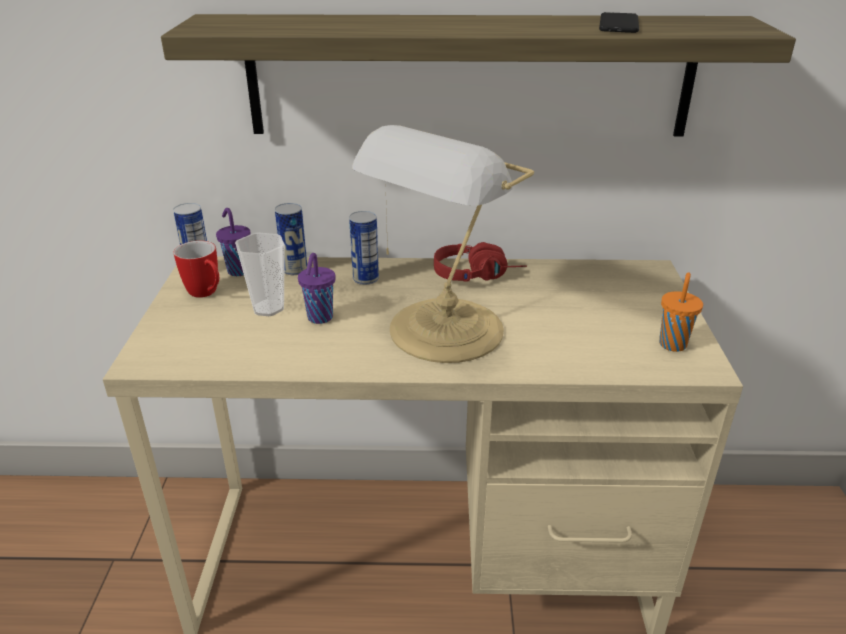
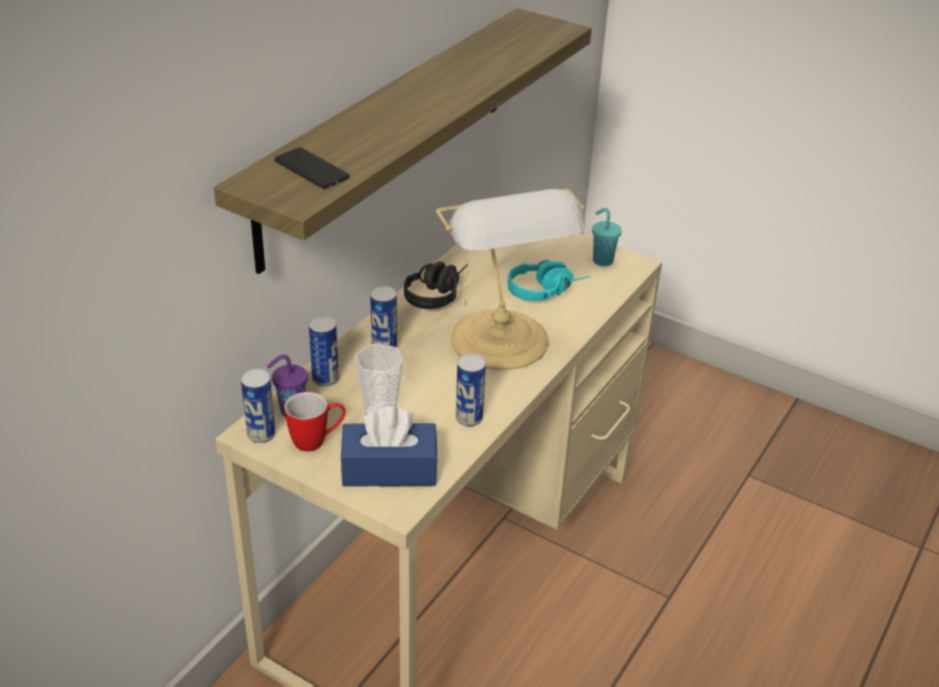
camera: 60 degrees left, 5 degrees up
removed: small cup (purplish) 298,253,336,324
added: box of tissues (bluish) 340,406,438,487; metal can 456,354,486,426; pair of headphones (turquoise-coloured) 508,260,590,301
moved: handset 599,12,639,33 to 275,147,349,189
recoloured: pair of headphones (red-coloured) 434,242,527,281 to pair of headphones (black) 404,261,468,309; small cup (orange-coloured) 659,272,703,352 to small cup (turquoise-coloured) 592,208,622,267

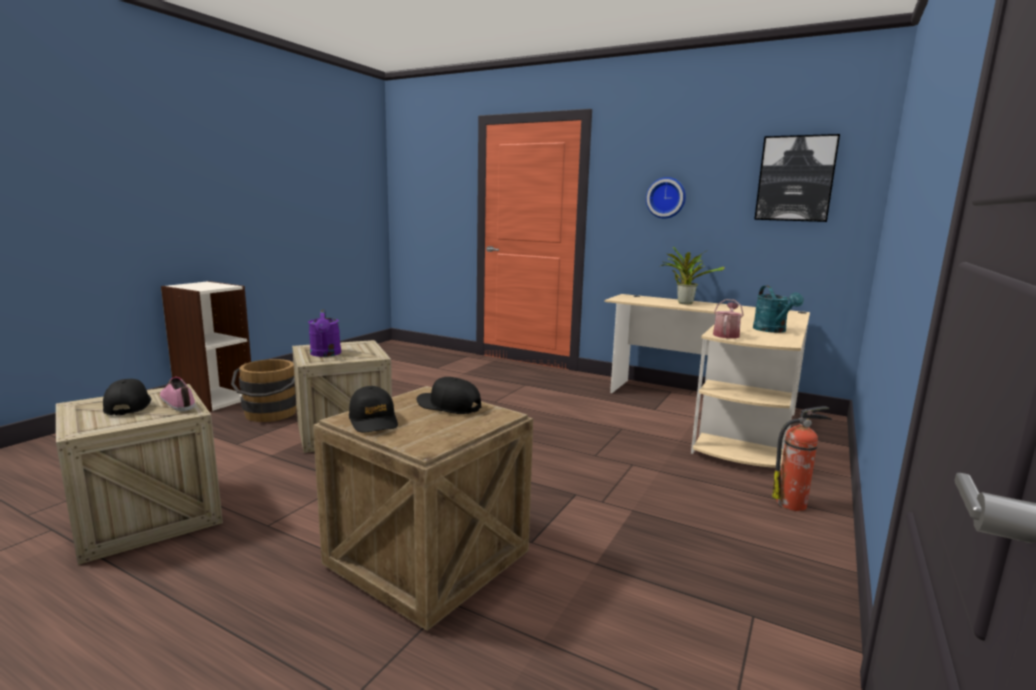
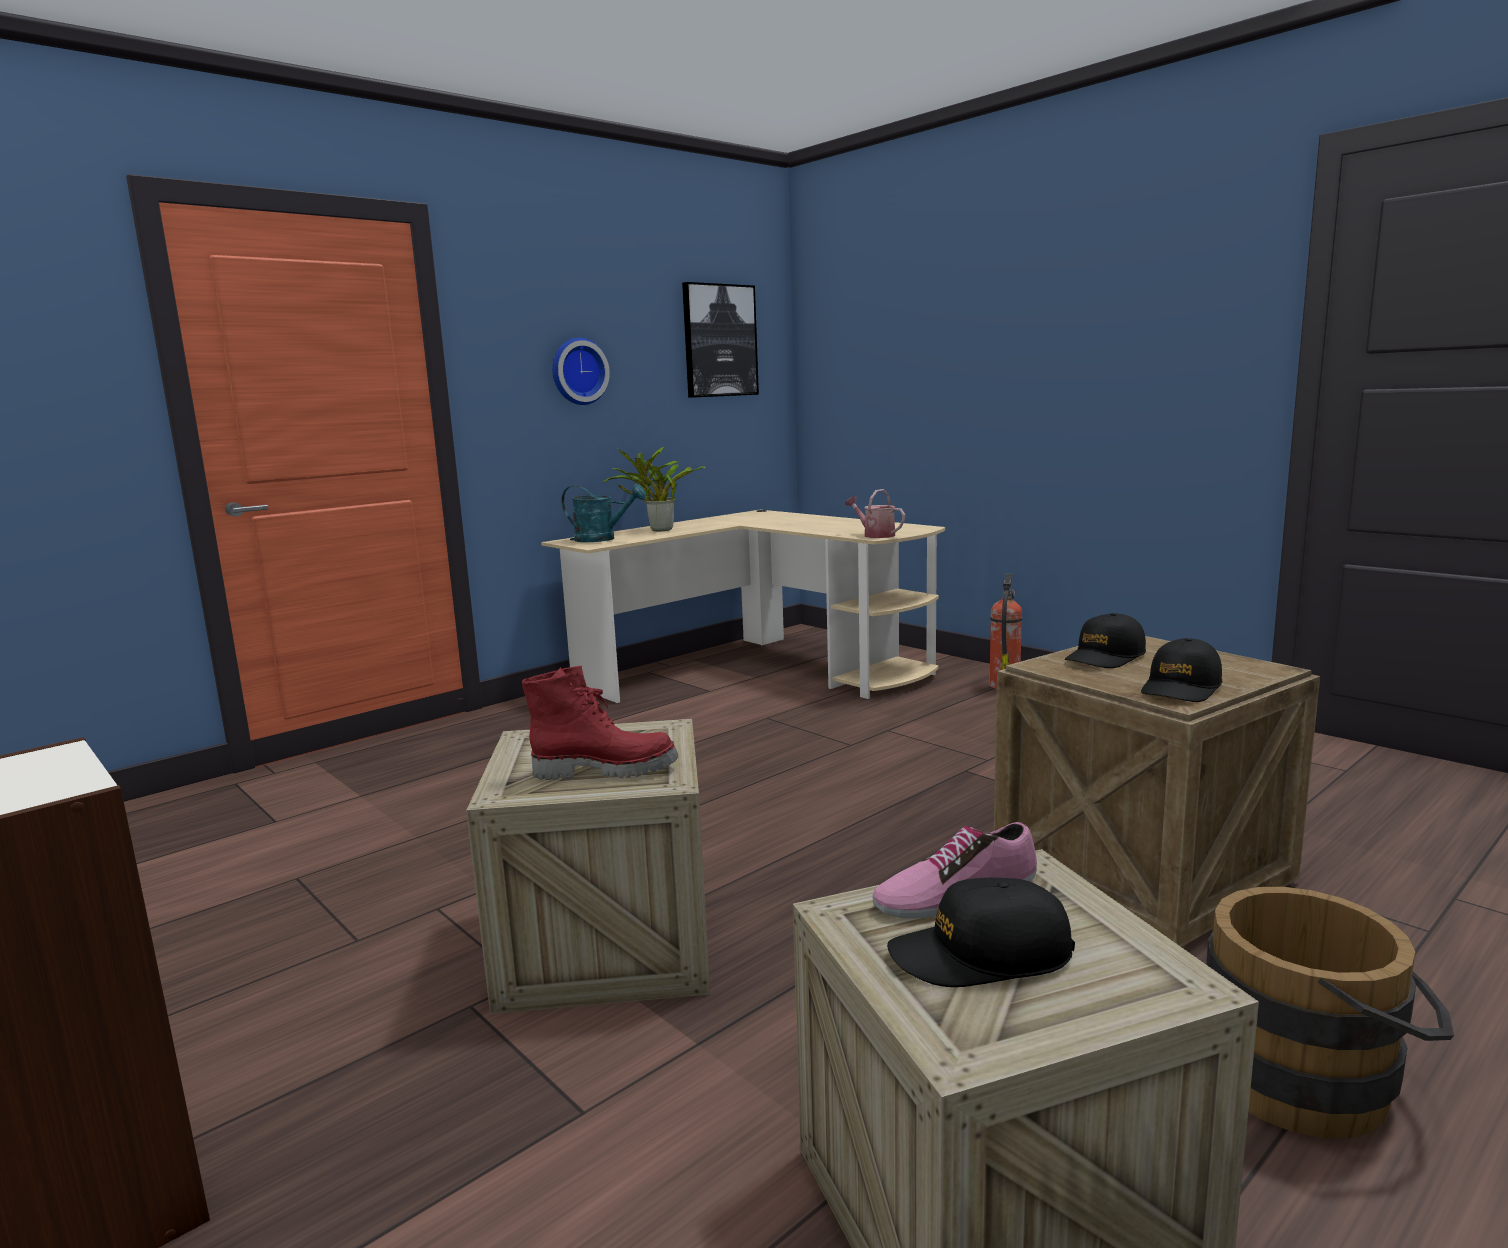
camera: 70 degrees left, 0 degrees up
moved: water bucket (brown) 231,359,297,422 to 1206,887,1454,1138; watering pot (turquoise-coloured) 753,286,804,333 to 561,484,646,542
replaced: watering pot (purplish) 308,309,341,357 to boot (red-coloured) 522,666,678,780
turned: cap (black) 349,386,398,432 = 1141,638,1222,702 135 degrees clockwise

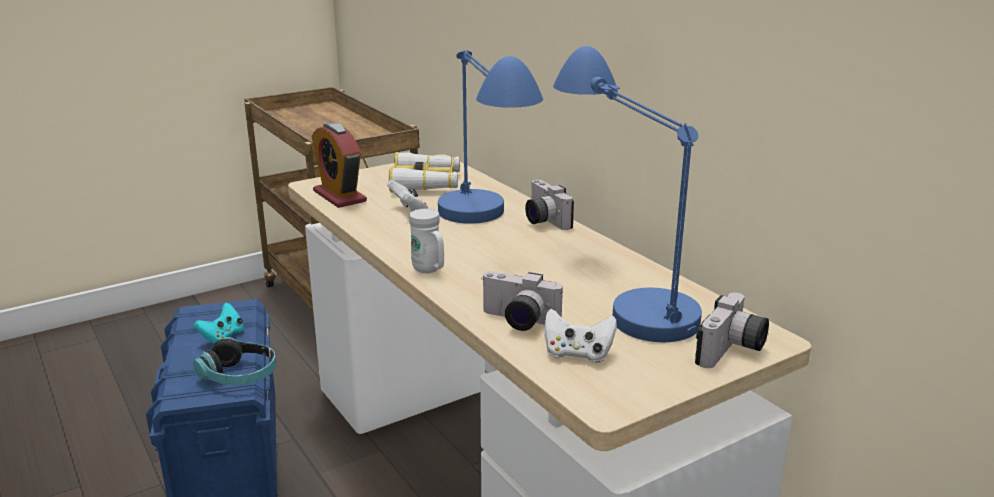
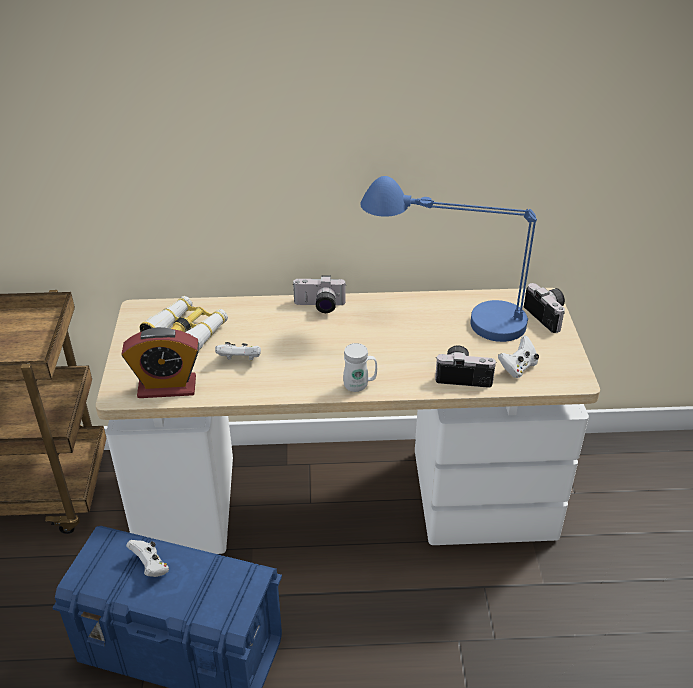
camera: 60 degrees left, 15 degrees up
removed: pair of headphones 193,337,276,386; lamp for a table (bluish) 438,50,543,224
recoloured: game controller (turquoise-coloured) 194,303,243,344 to game controller (white-coloured) 126,540,169,577
turned: still camera 481,271,563,331 = 435,346,496,388 135 degrees counterclockwise

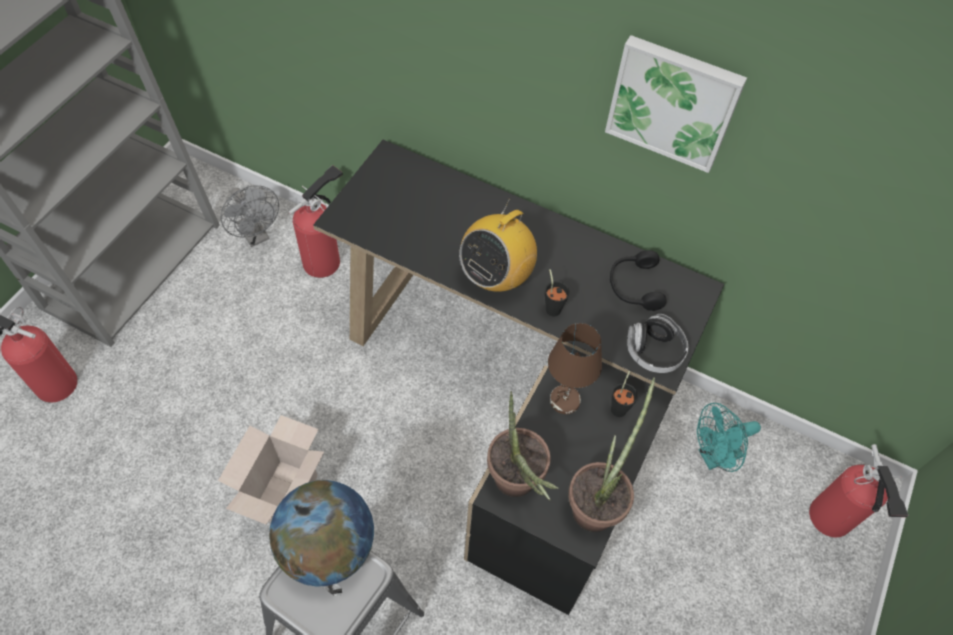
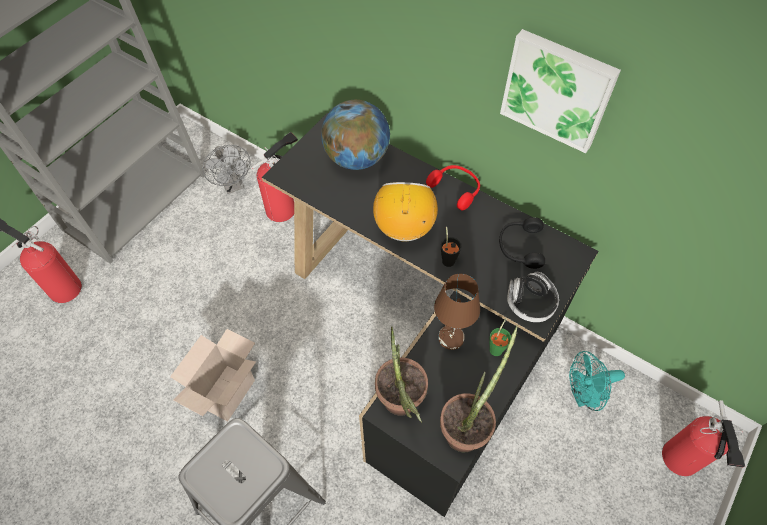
camera: 10 degrees right, 0 degrees up
added: pair of headphones (red-coloured) 426,165,480,210
moved: desk globe 269,480,374,587 to 321,100,390,170
recoloured: small cup (black) 611,371,638,417 to small cup (green-coloured) 489,318,511,356
turned: radio receiver 459,198,537,292 = 373,182,438,242 135 degrees clockwise

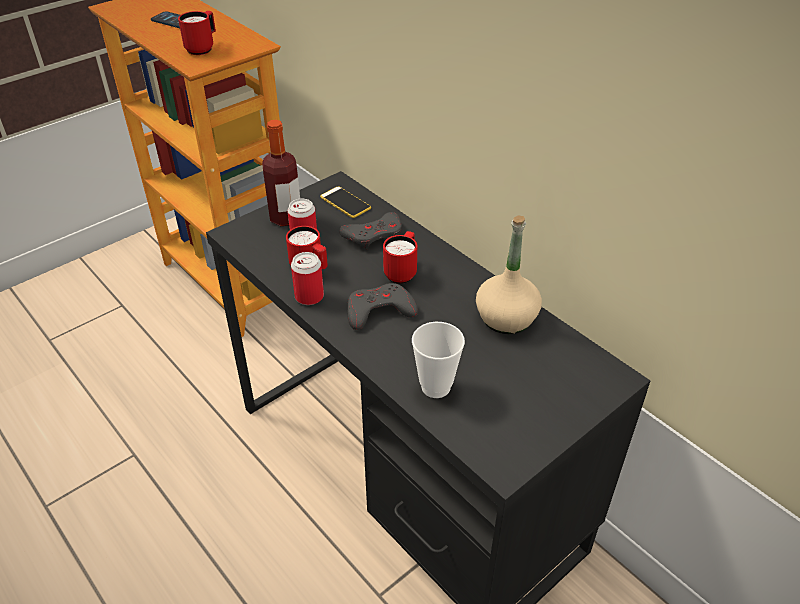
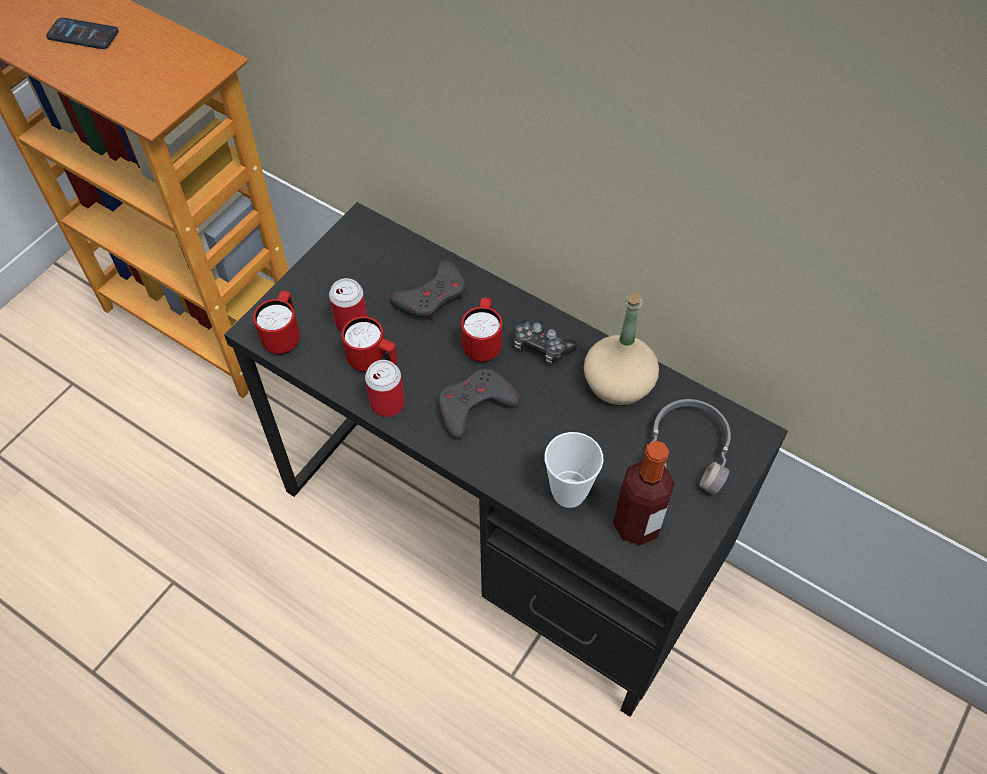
camera: 15 degrees left, 15 degrees up
removed: handset 320,187,371,218
added: game controller 514,320,577,364; pair of headphones (gray) 651,399,731,495
moved: tea mug (red-coloured) 178,11,216,55 to 253,291,300,355; drink bottle 262,120,300,226 to 613,441,675,546

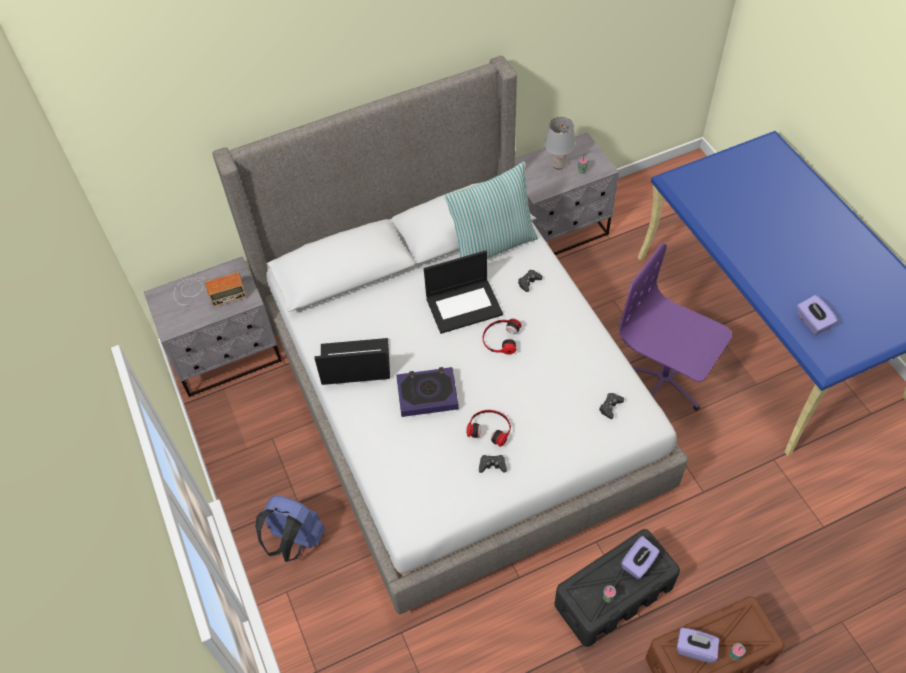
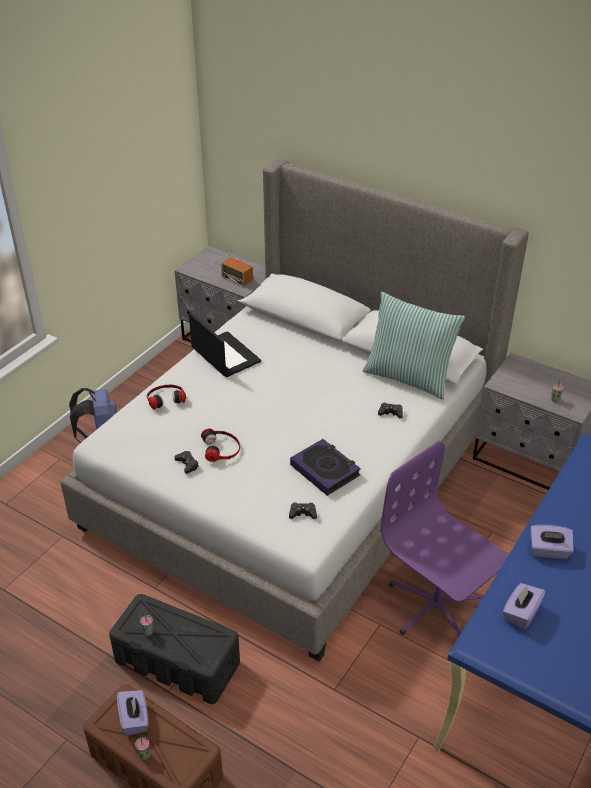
camera: 55 degrees right, 15 degrees down
removed: portable computer 424,250,503,334; lamp for a table (gray) 545,117,575,169
moved: volume 396,367,459,417 to 290,439,361,496; pair of headphones 482,319,522,355 to 147,385,186,409; box of tissues (purplish) 621,536,660,579 to 530,525,574,559
turned: office chair (purplish) 619,243,732,411 = 381,441,508,636 45 degrees counterclockwise

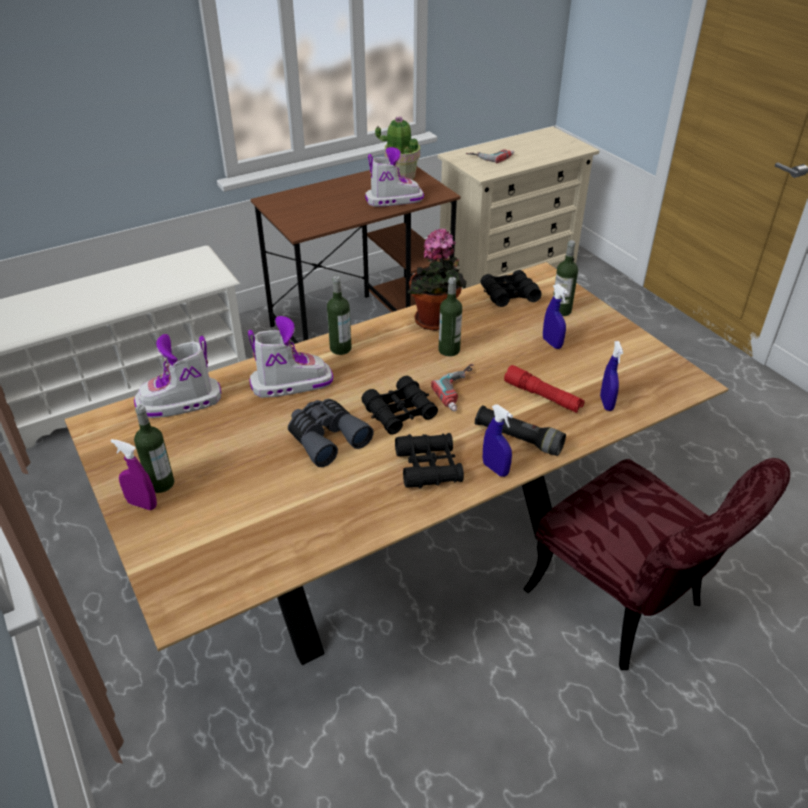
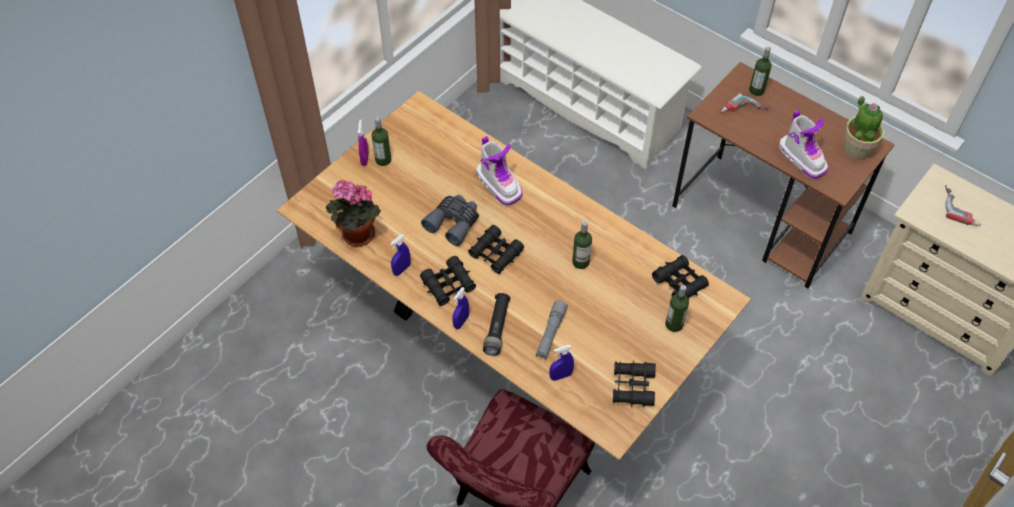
camera: 70 degrees right, 15 degrees up
removed: boot 134,334,221,418
added: pair of binoculars (black) 613,361,656,407
moved: drink bottle 327,276,352,355 to 749,47,772,96; plant in a pot 408,229,467,331 to 326,179,381,246; power drill 431,364,474,411 to 721,93,773,113; spray bottle (bluish) 543,284,569,349 to 390,235,411,276
recoloured: hand torch (red-coloured) 504,365,584,413 to hand torch (gray) 536,300,568,360

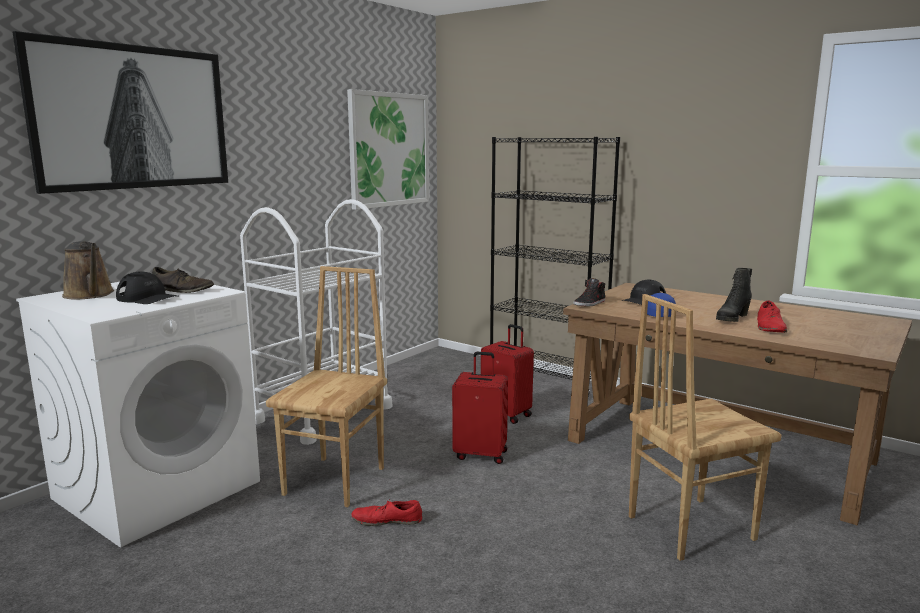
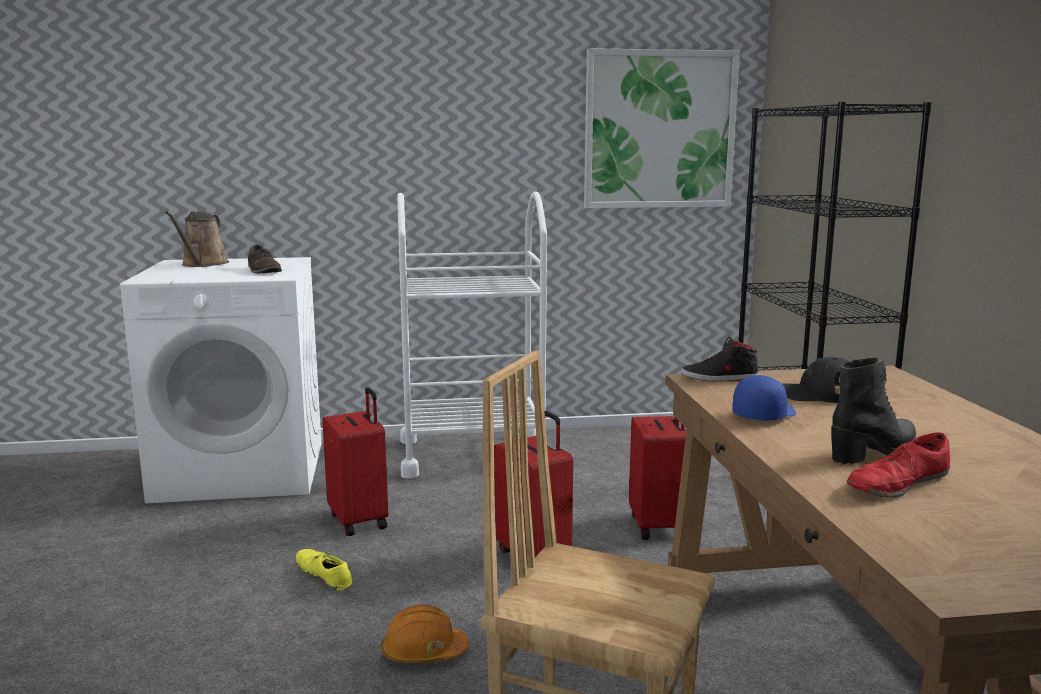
camera: 45 degrees right, 0 degrees up
removed: picture 13,31,228,194; cap (black) 116,272,179,304
added: hard hat (orange-coloured) 381,605,469,663
replaced: chair (brown) 266,266,387,507 to travel case (red-coloured) 322,388,388,536
recoloured: shoe (red-coloured) 351,499,422,526 to shoe (yellowish) 295,549,352,591
turned: boot (black) 716,268,752,322 = 831,357,916,464 150 degrees clockwise

